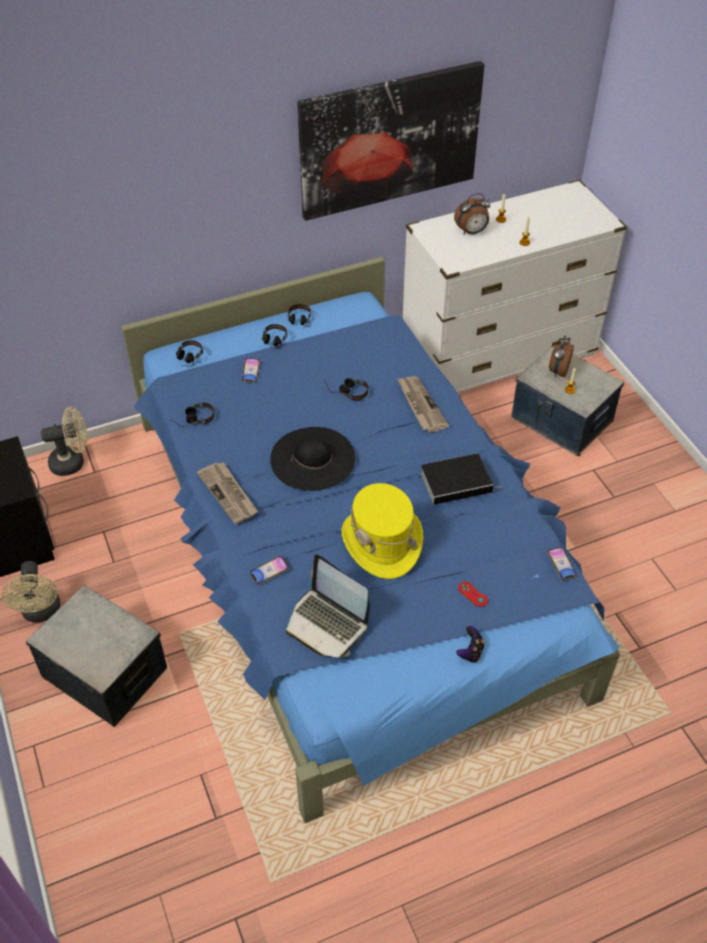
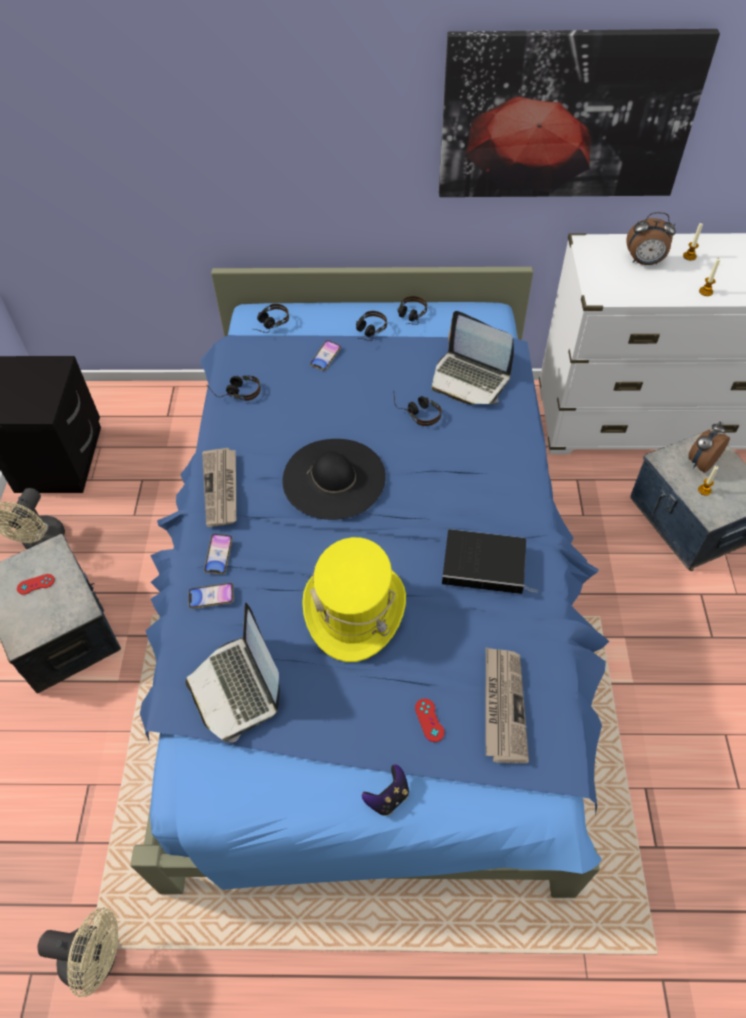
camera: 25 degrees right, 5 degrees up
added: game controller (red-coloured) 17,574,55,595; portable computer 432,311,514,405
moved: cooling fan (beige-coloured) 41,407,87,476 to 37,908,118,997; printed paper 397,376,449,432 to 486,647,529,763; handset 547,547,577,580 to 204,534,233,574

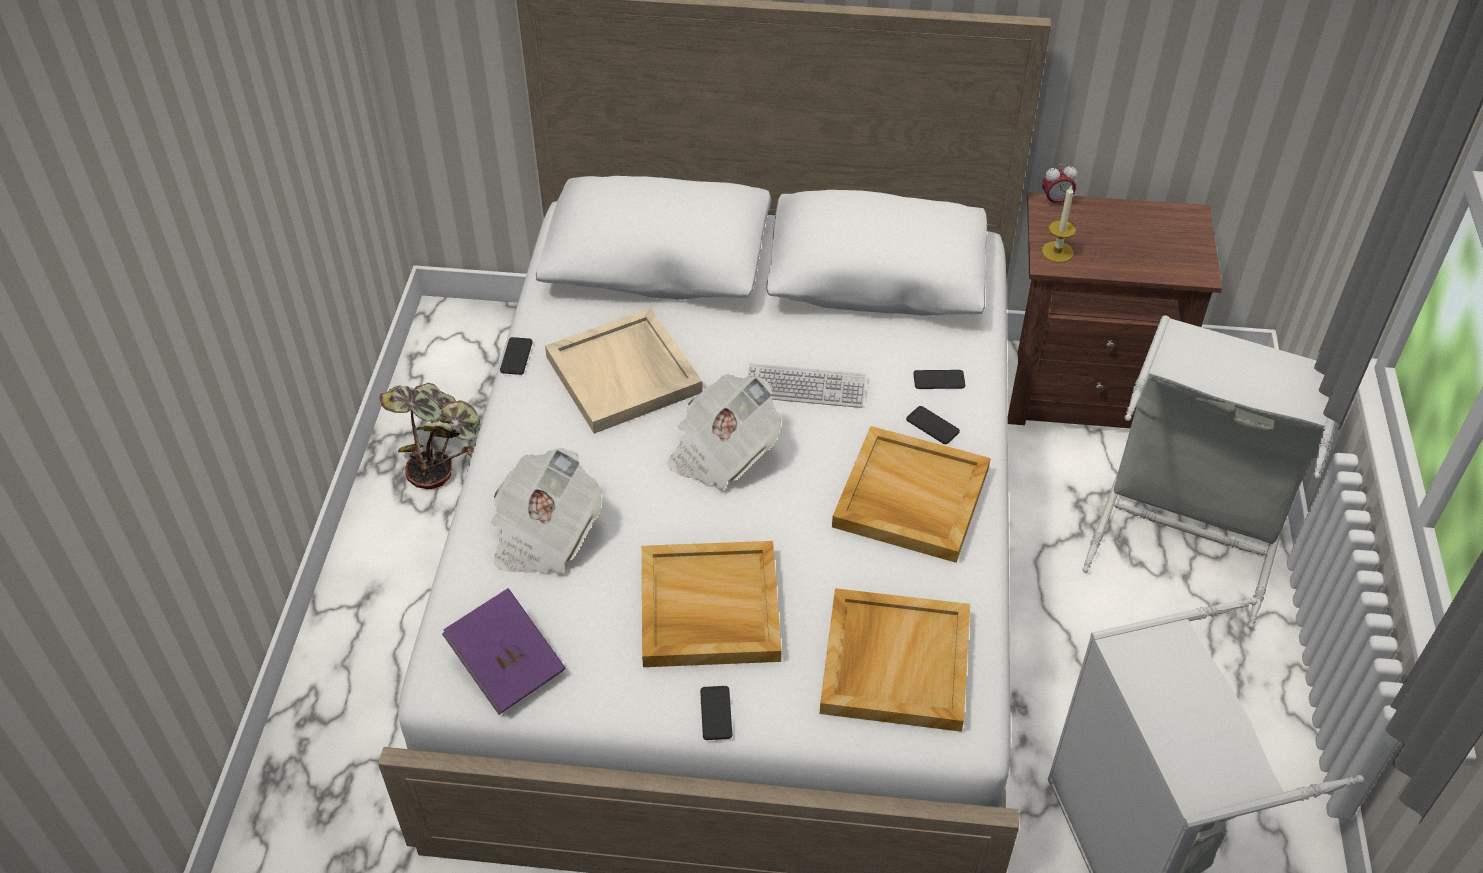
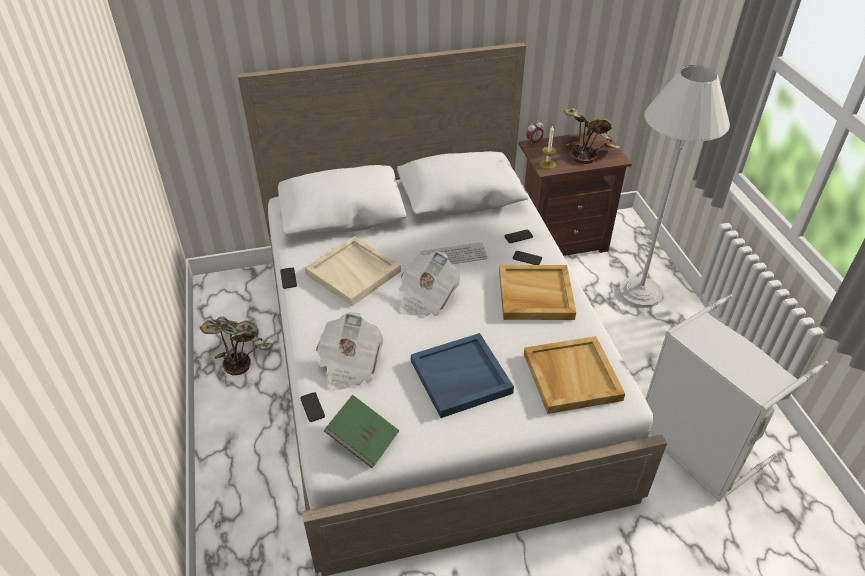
camera: 20 degrees left, 5 degrees down
added: plant in a pot 563,108,620,164
moved: handset 700,686,732,740 to 300,392,325,422
replaced: hamper (gray) 1082,315,1335,629 to standing lamp (white-coloured) 619,65,730,308
recoloured: volume (purplish) 442,588,565,715 to volume (green-coloured) 324,395,400,468; serving tray (beige-coloured) 642,541,782,667 to serving tray (bluish) 411,333,514,418

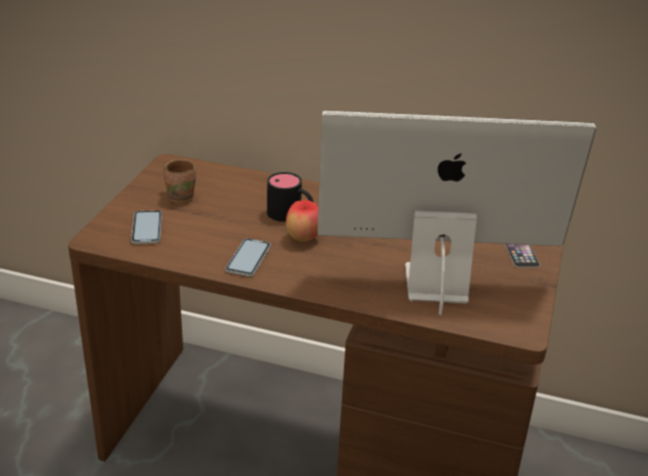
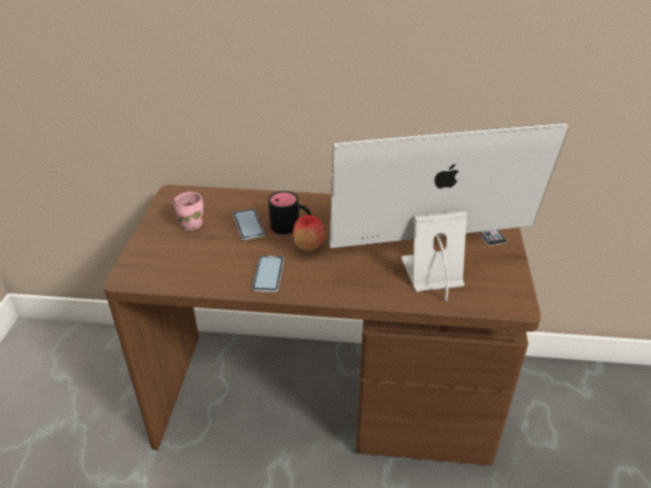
camera: 10 degrees left, 5 degrees up
moved: handset 131,210,162,244 to 233,209,265,240
recoloured: tea mug (brown) 164,159,196,203 to tea mug (pink) 173,192,203,230

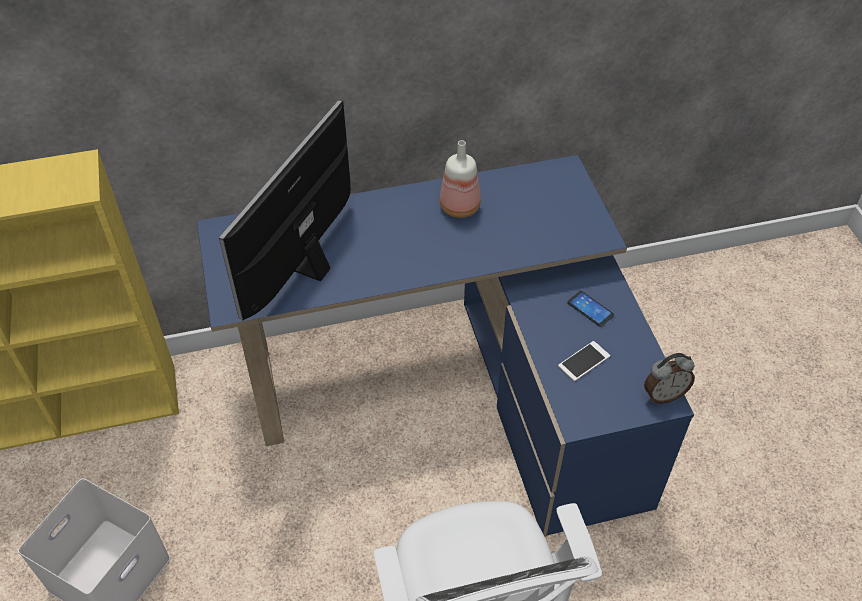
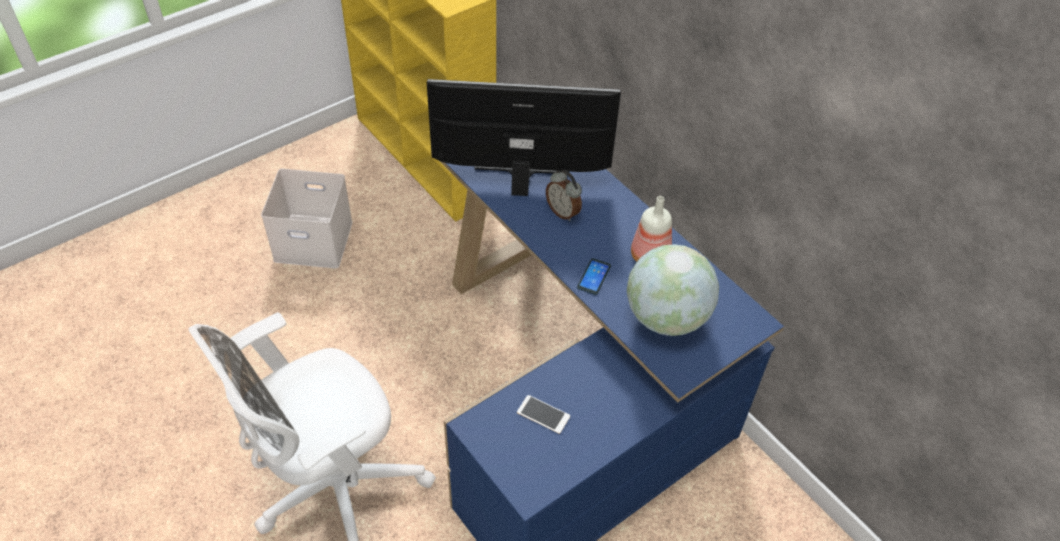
camera: 65 degrees right, 0 degrees up
added: desk globe 627,244,719,336
moved: handset 567,291,614,327 to 577,258,611,295; bedside clock 644,353,695,404 to 546,170,582,221

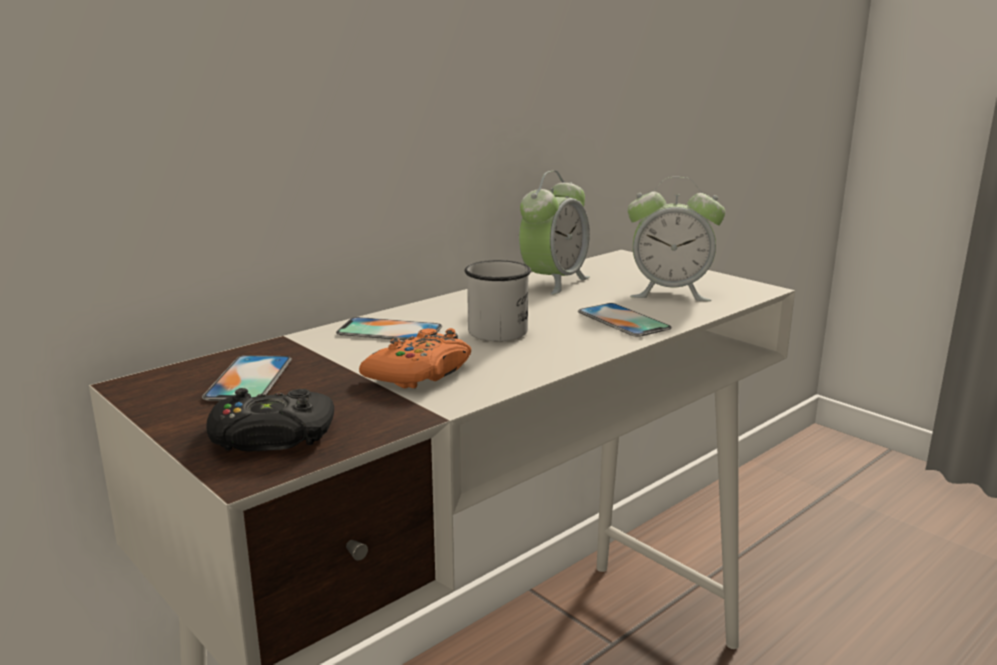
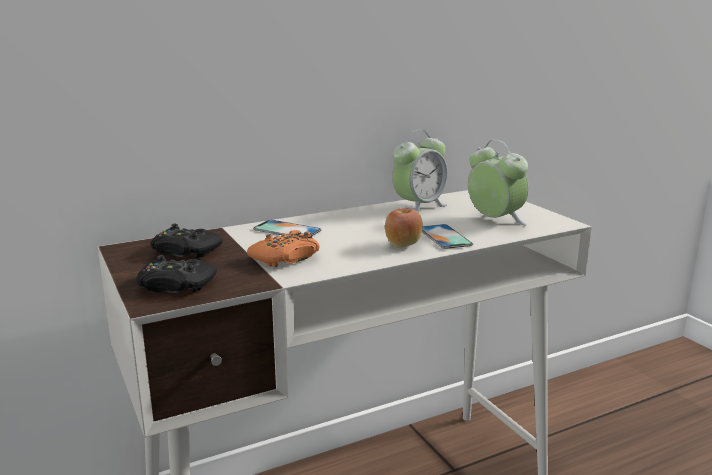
camera: 15 degrees right, 0 degrees up
removed: tea mug (white-coloured) 465,260,531,341
added: apple fruit 385,208,423,248
replaced: handset 202,355,292,401 to game controller (black) 150,223,223,258
turned: bedside clock 628,177,725,301 = 468,140,529,226 150 degrees counterclockwise

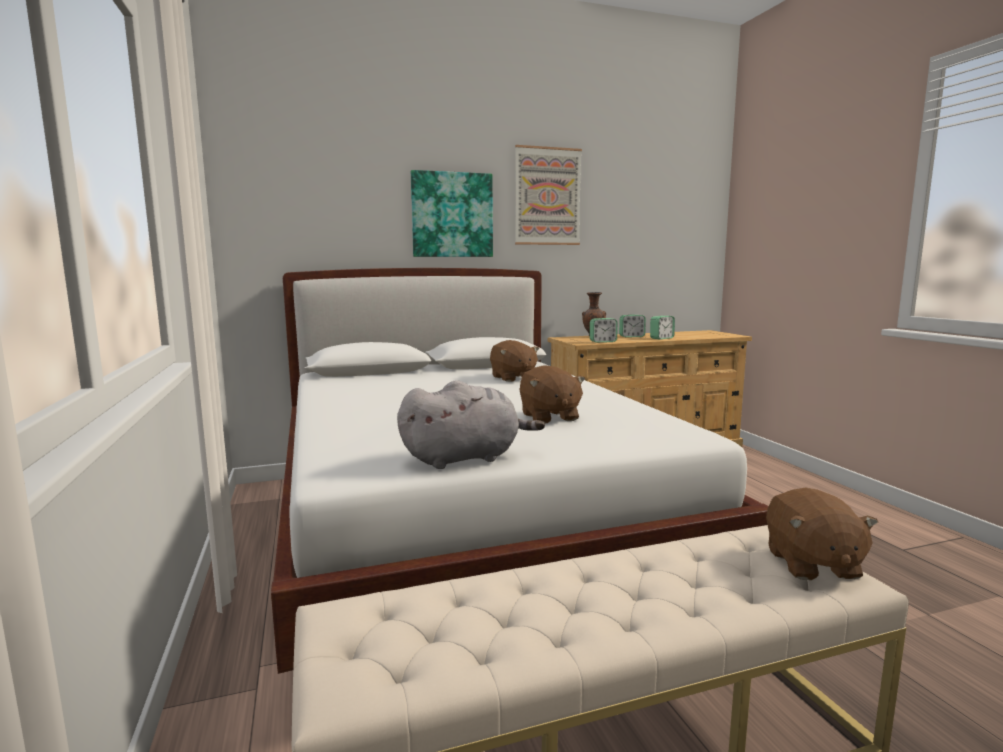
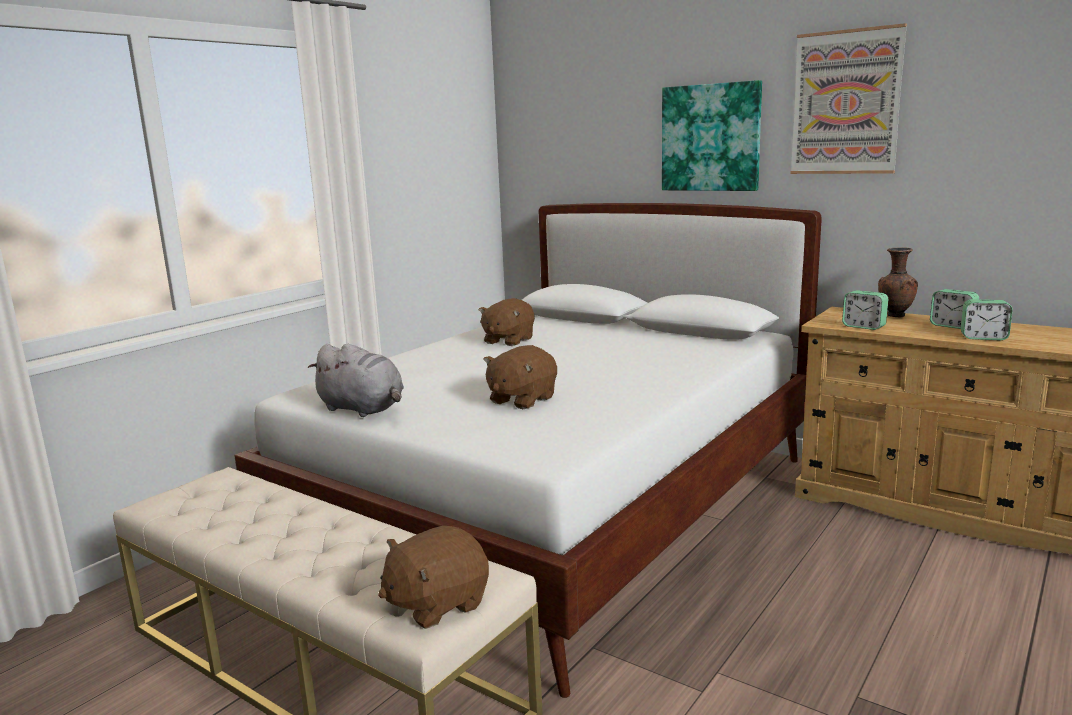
camera: 55 degrees right, 5 degrees up
moved: plush toy (brown) 490,340,539,382 to 478,298,535,346

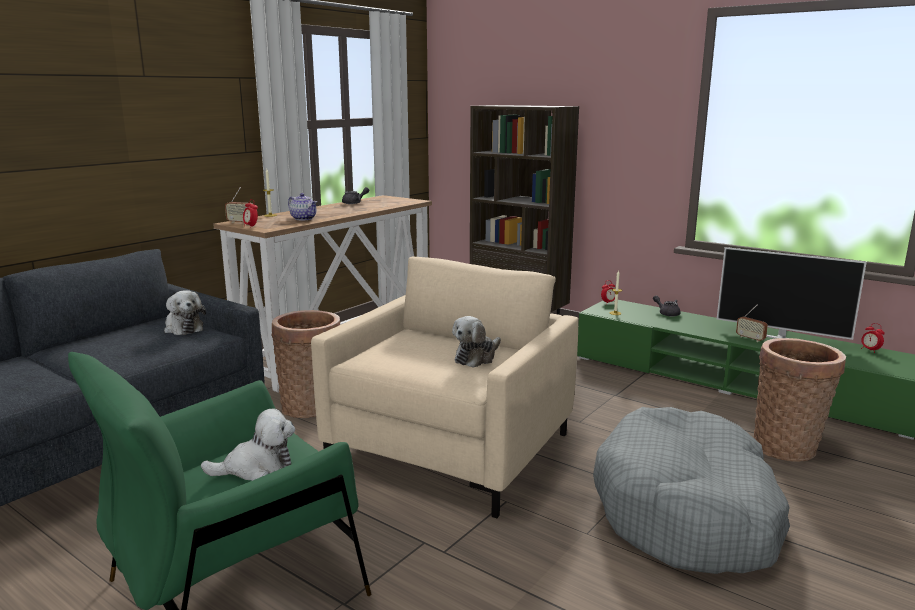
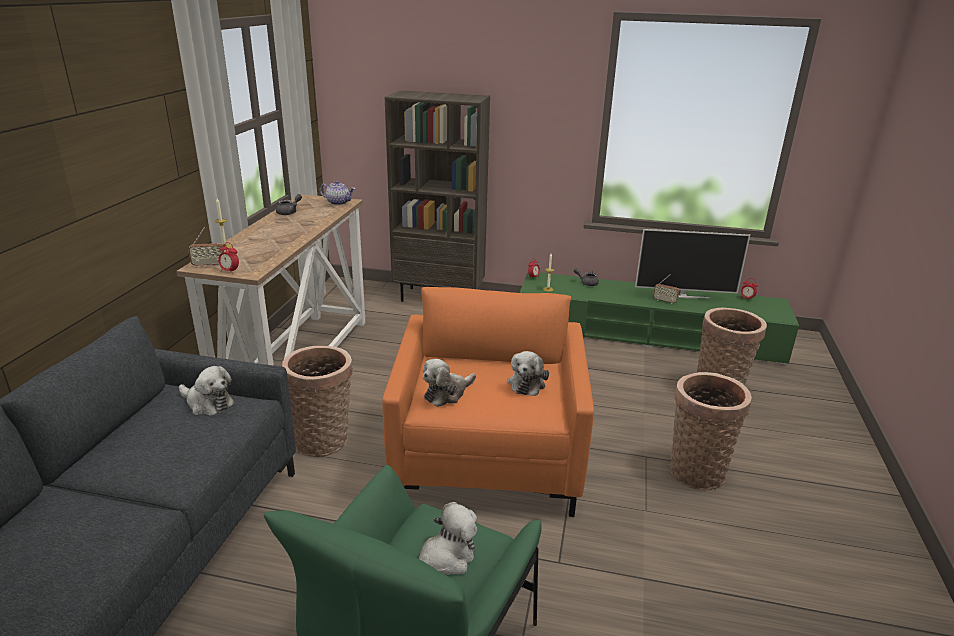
camera: 25 degrees left, 10 degrees up
added: plush toy 423,359,476,407
moved: pot for tea 288,193,317,220 to 320,181,355,205
replaced: dog cushion (gray) 593,407,790,574 to basket 670,372,752,491
recoloured: armchair (beige-coloured) 311,257,579,518 to armchair (orange-coloured) 382,287,594,517

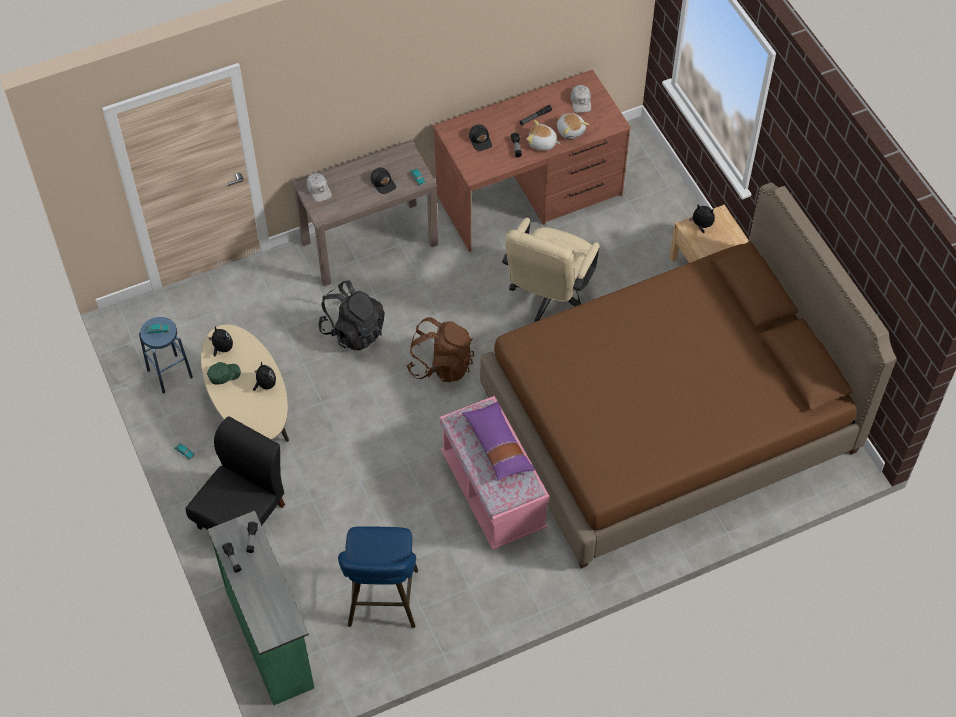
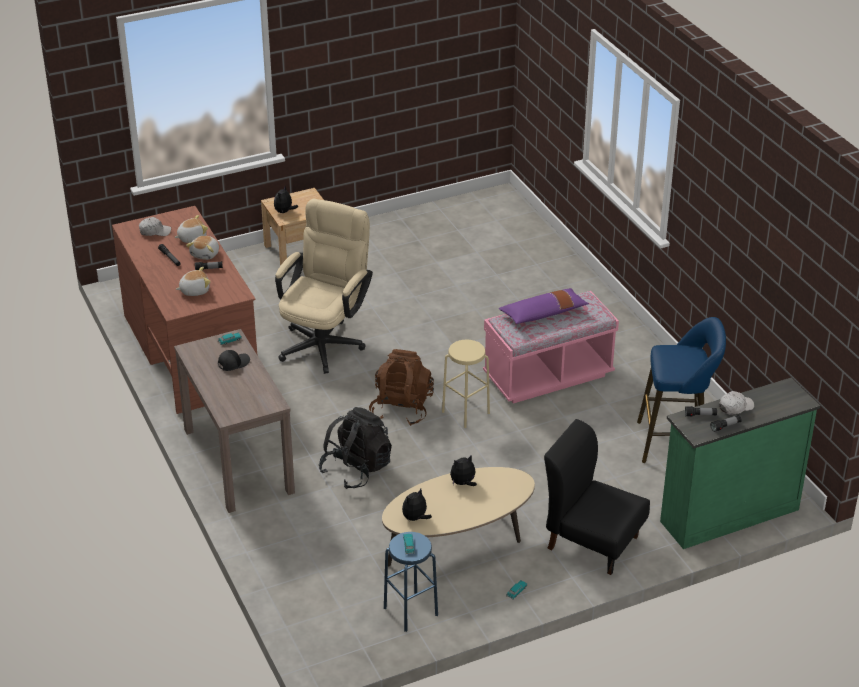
camera: 90 degrees left, 20 degrees down
removed: cap (green-coloured) 207,362,241,384; bedroom bed (brown) 480,183,897,568
added: stool (beige-coloured) 442,340,490,428
moved: cap (white-coloured) 307,173,332,202 to 719,391,754,415
replaced: cap (black) 469,124,492,151 to plush toy 176,267,211,296
turned: office chair (beige-coloured) 502,218,600,322 = 275,199,373,374 90 degrees counterclockwise

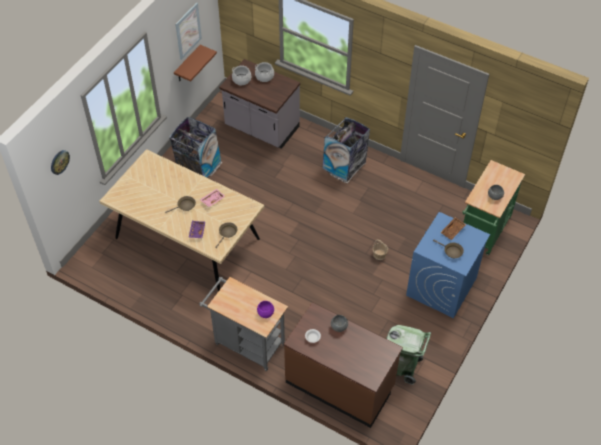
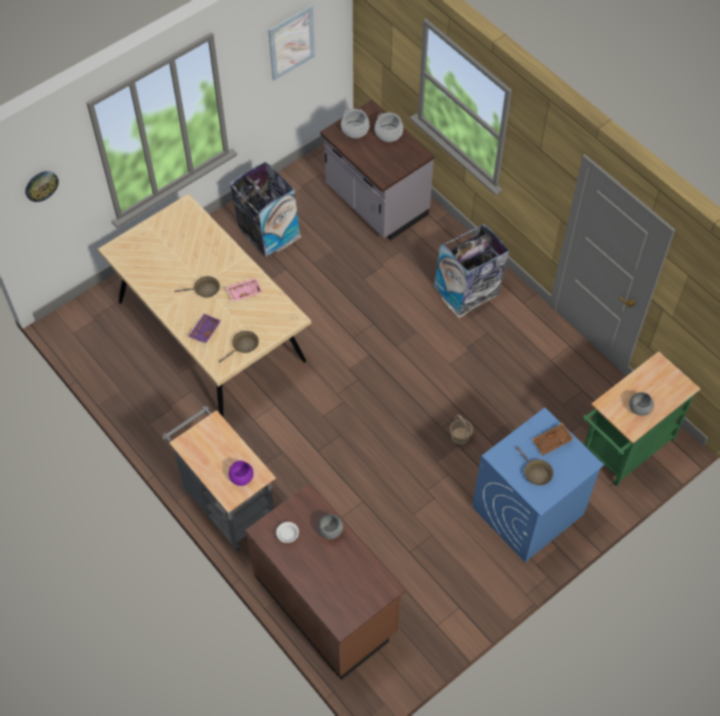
camera: 20 degrees right, 5 degrees up
removed: bracket shelf (brown) 174,45,217,81; trash can (green-coloured) 386,325,431,385

